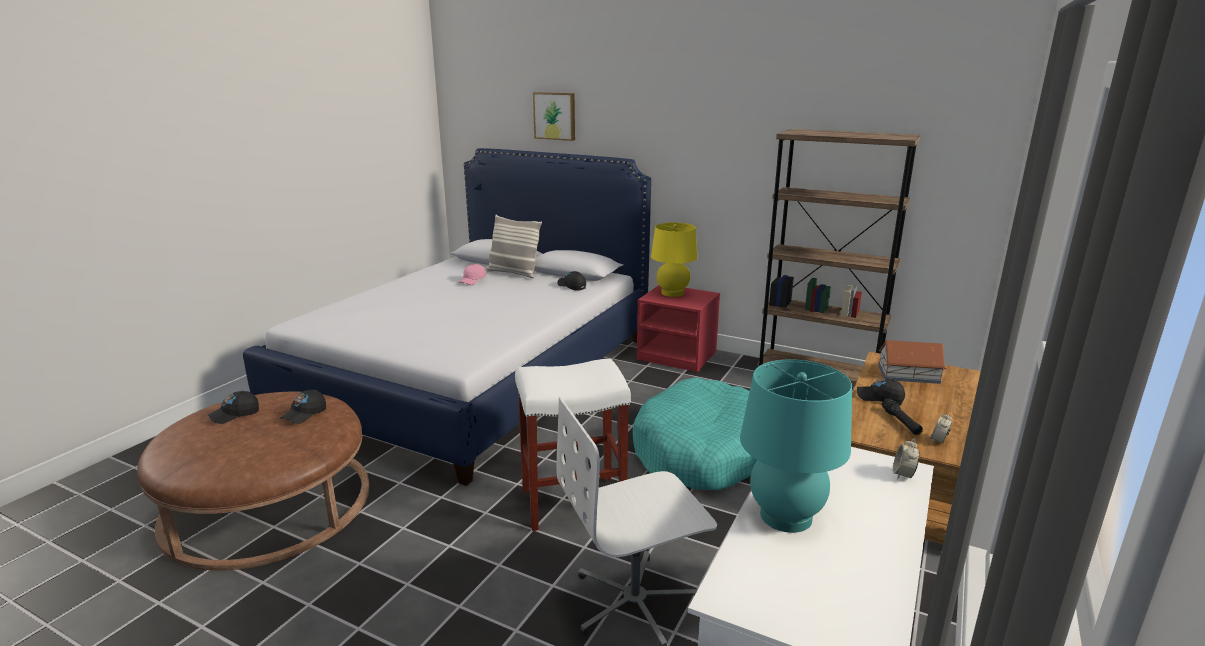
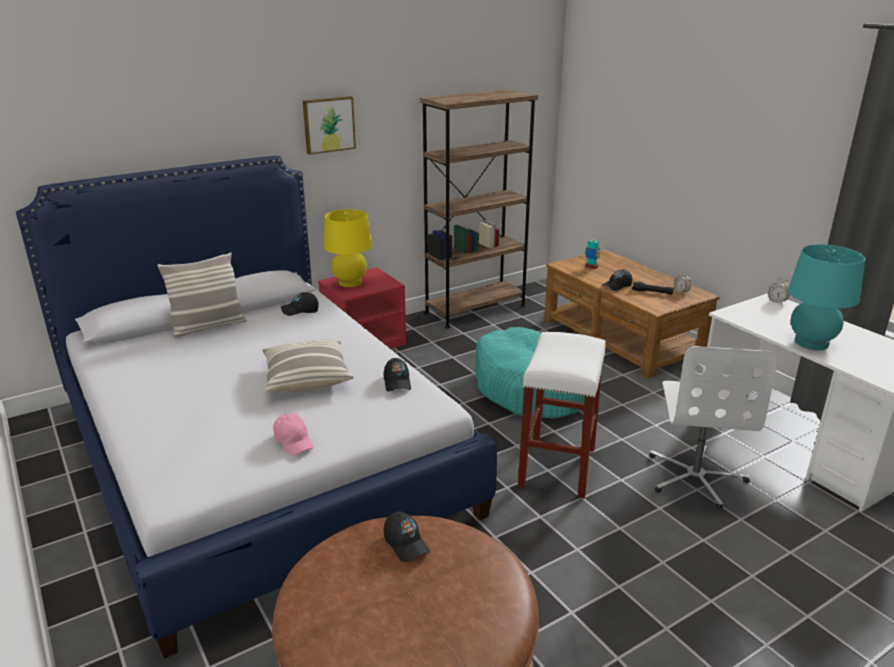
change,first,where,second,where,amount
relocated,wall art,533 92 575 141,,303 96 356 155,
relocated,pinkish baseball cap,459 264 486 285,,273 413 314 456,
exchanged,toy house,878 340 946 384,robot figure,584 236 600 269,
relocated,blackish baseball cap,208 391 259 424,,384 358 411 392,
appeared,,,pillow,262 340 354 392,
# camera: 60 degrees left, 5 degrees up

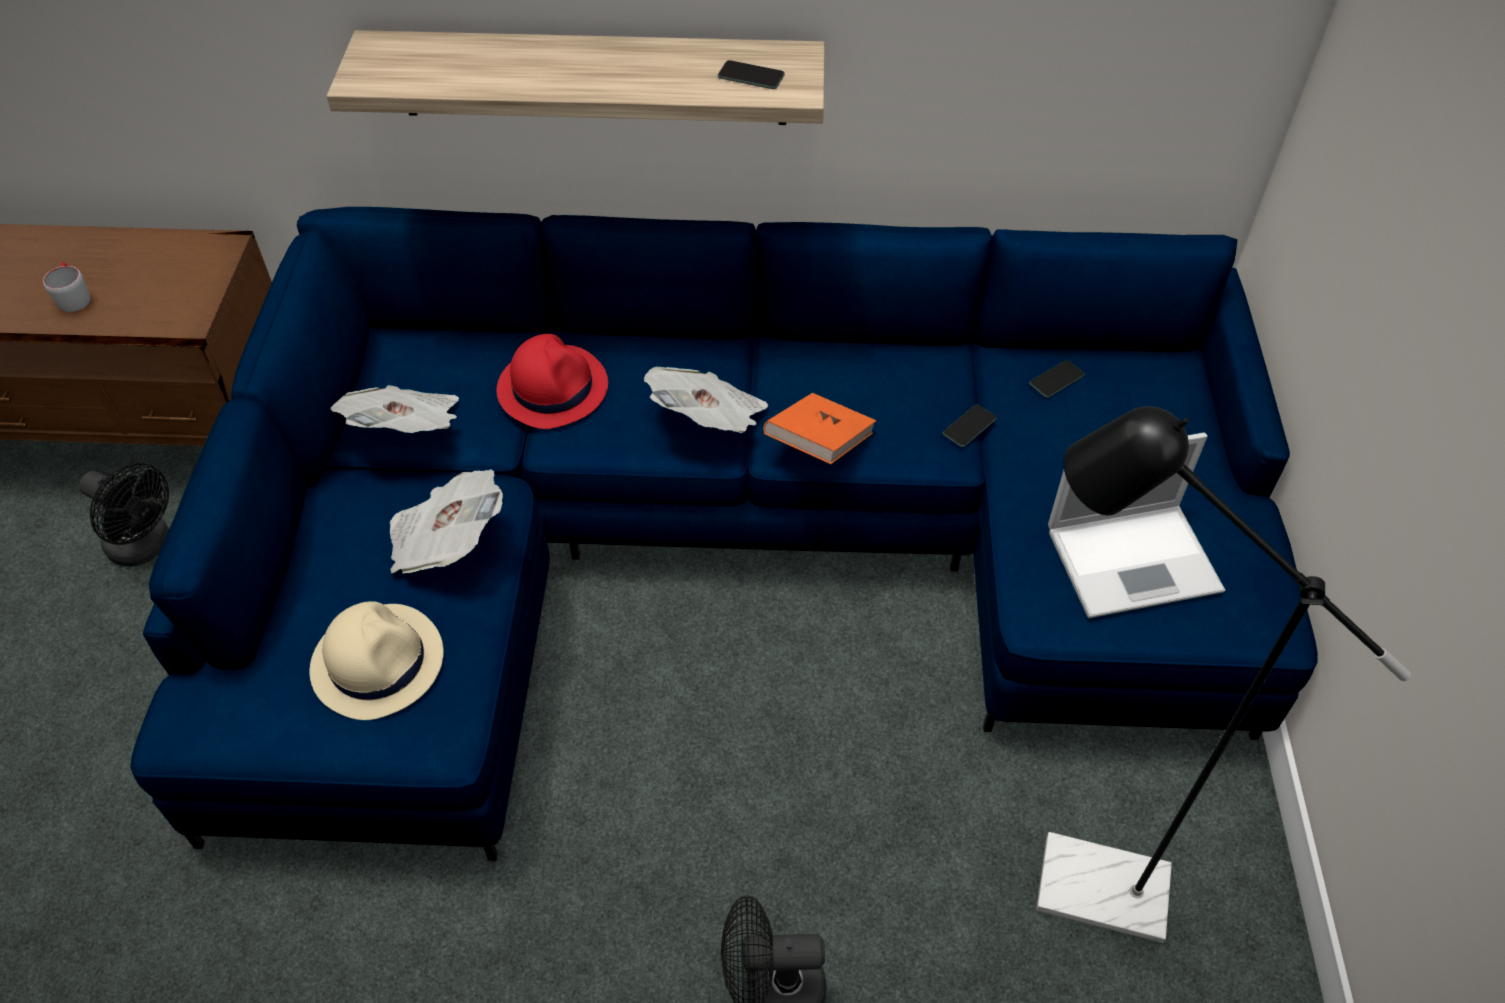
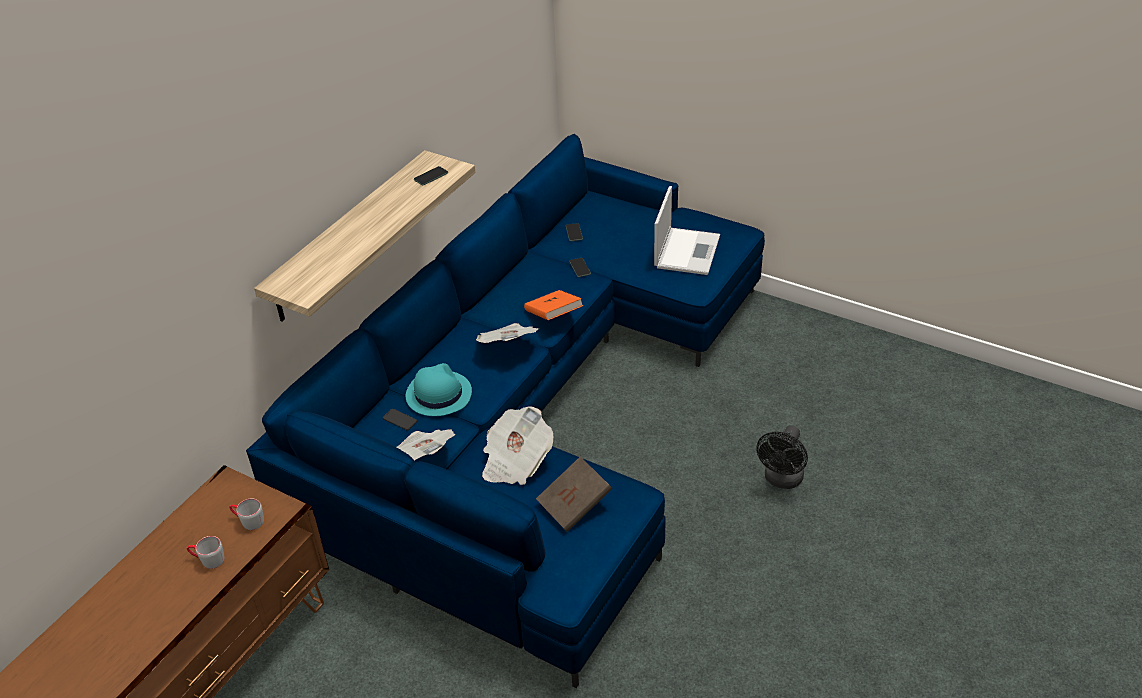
change,first,where,second,where,amount
colour,reddish wearable hat,496 334 608 429,blue-green wearable hat,405 363 472 416,
missing,blackish standing lamp,1036 406 1411 943,,,
missing,blackish electric fan,79 463 169 567,,,
exchanged,sand-coloured wearable hat,310 601 444 720,brown bound book,536 456 612 532,
appeared,,,telephone,383 409 417 430,
appeared,,,grey tea mug,229 498 264 530,
# camera: 60 degrees left, 10 degrees down

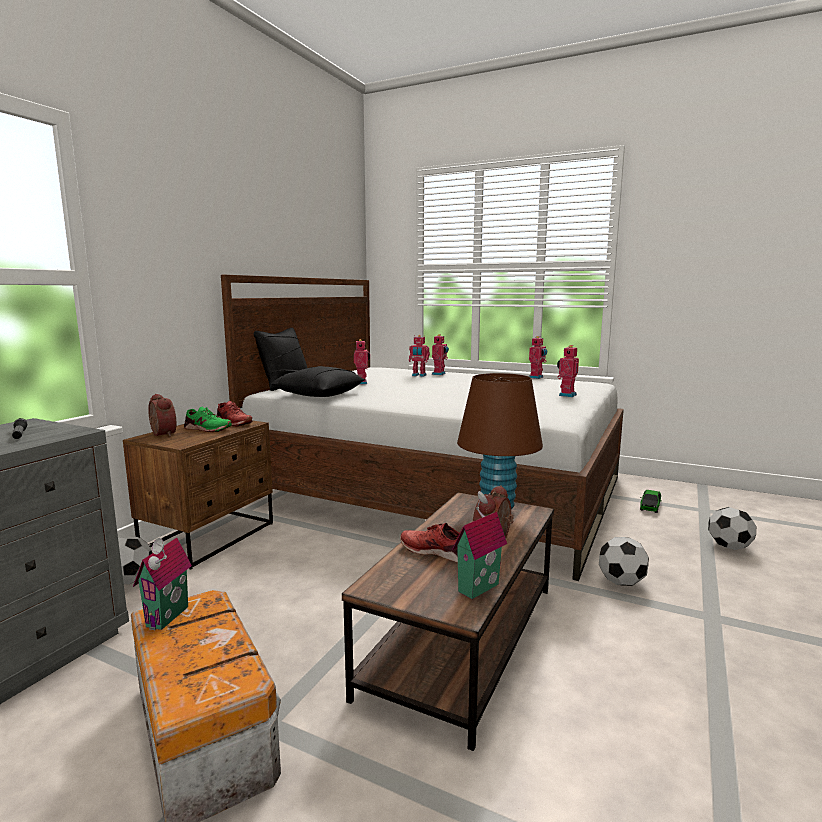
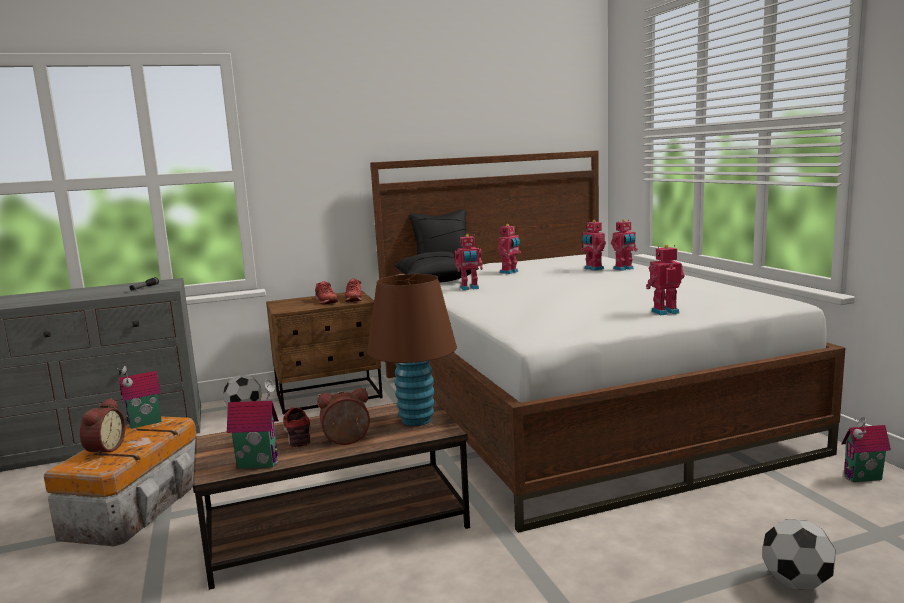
change,first,where,second,where,amount
relocated,robot figure,529 336 547 379,,454 234 483 290,
relocated,bedside clock,148 394 177 437,,80 398 126 458,
colour,greenish shoe,184 407 232 432,reddish shoe,315 281 338 305,
missing,miniature car,640 490 662 513,,,
missing,football,599 537 649 586,,,
appeared,,,toy house,841 417 891 482,
# camera: 45 degrees right, 0 degrees up

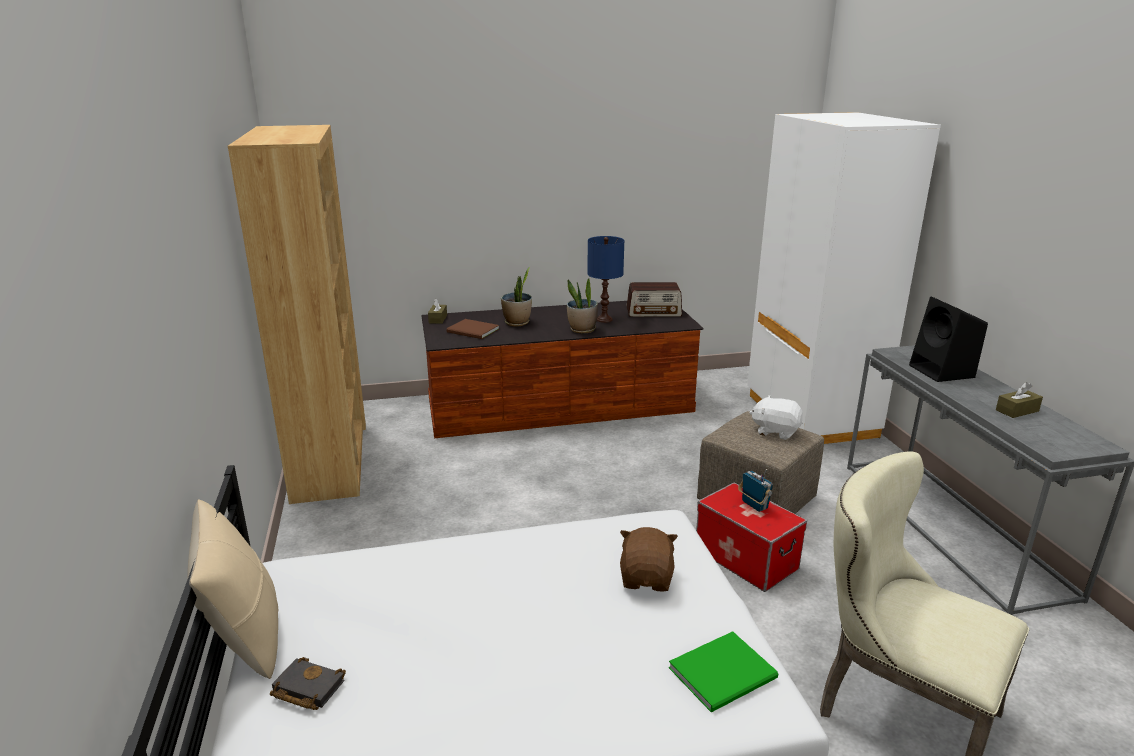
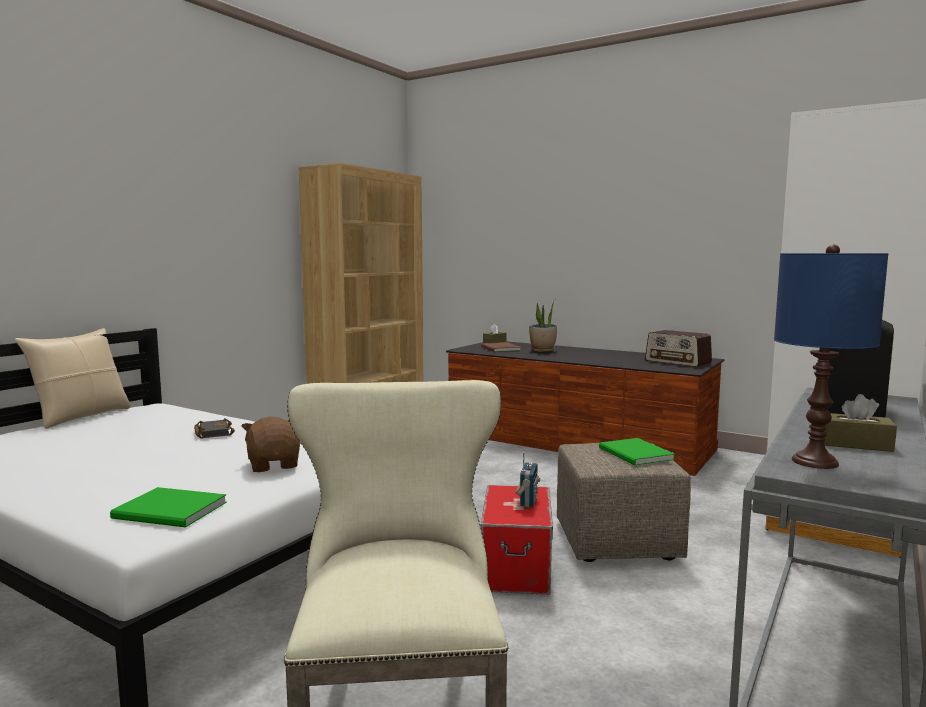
change,first,where,second,where,amount
relocated,bluish lamp for a table,587 236 624 323,,774 245 889 469,
missing,plant in a pot,567 277 598 334,,,
exchanged,whitish soft toy,749 395 803 440,greenish bound book,599 438 675 465,
spun,brown soft toy,620 527 678 591,,242 416 300 472,75 degrees counterclockwise
relocated,blackish bound book,270 657 346 710,,194 418 235 439,
# camera: 45 degrees right, 15 degrees down

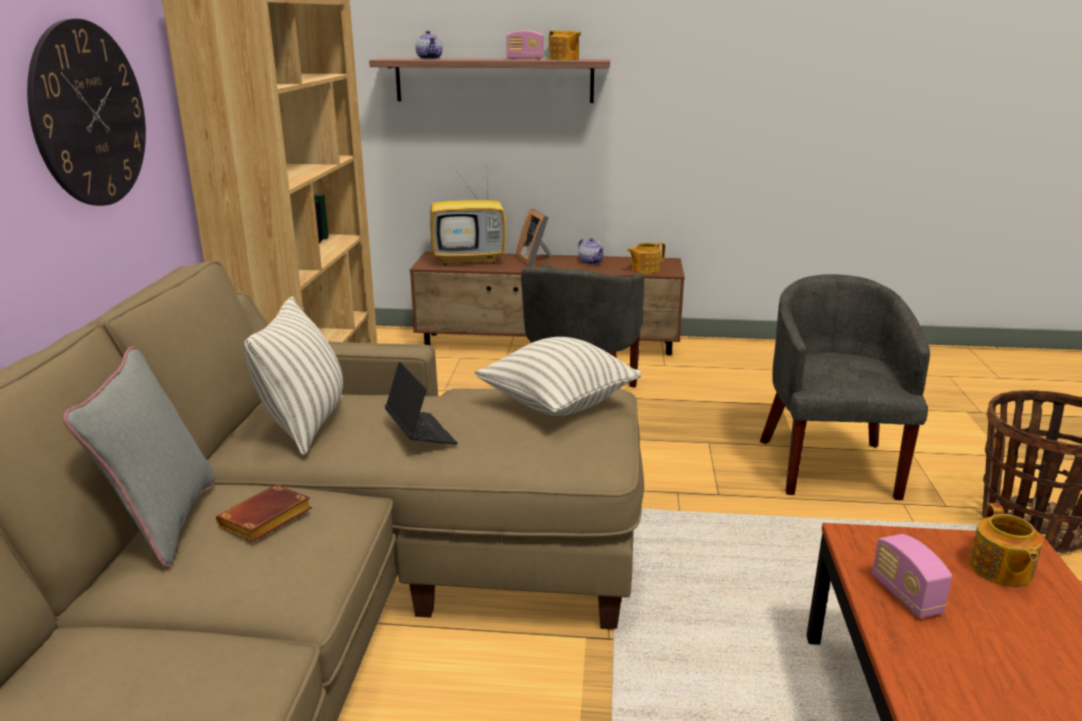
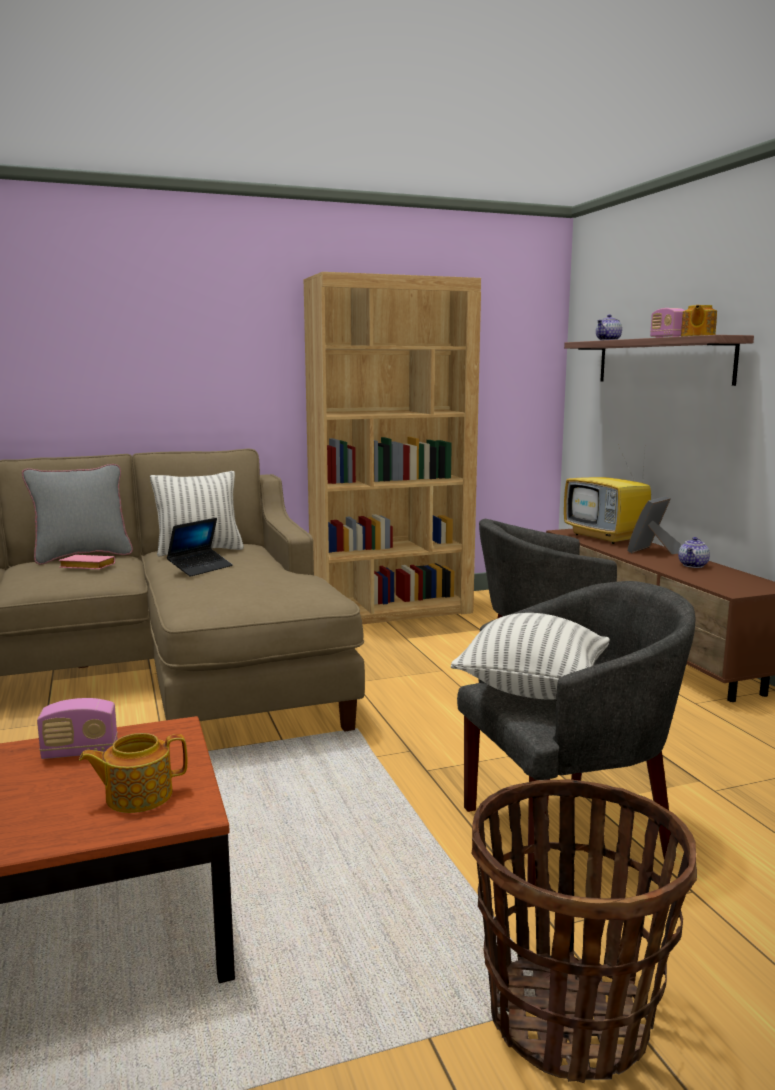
change,first,where,second,where,amount
missing,clock on the wall,27 19 146 206,,,
missing,tea pot,627 242 665 274,,,
relocated,pillow,475 337 641 416,,451 613 610 700,
colour,brown bound book,216 484 312 542,pinkish bound book,59 555 115 569,
spun,radio receiver,872 534 952 619,,37 698 118 759,150 degrees counterclockwise
# camera: 65 degrees right, 10 degrees down

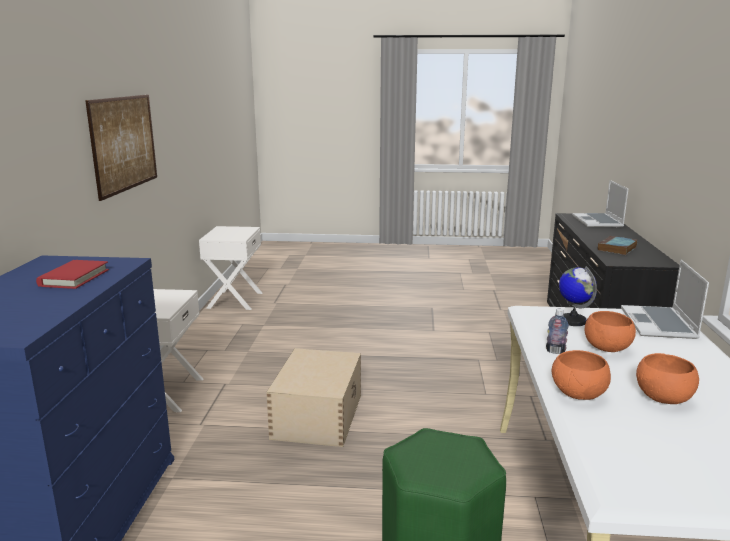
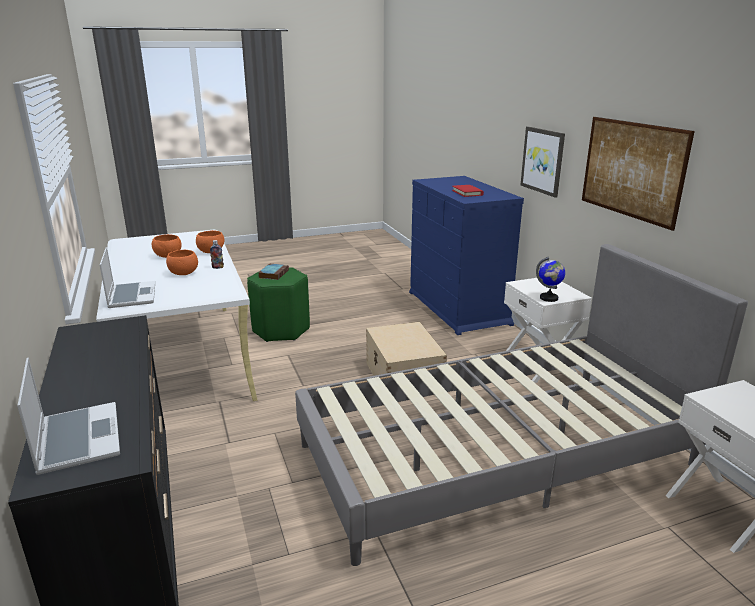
change,first,where,second,where,amount
relocated,bound book,598 236 637 255,,258 264 289 280,
relocated,world globe,559 266 597 326,,536 257 565 302,
appeared,,,wall art,521 126 565 198,
appeared,,,grey bedroom bed,295 244 748 566,
# camera: 155 degrees right, 5 degrees up

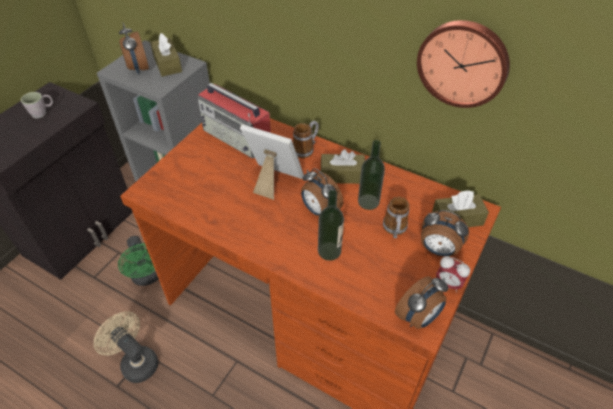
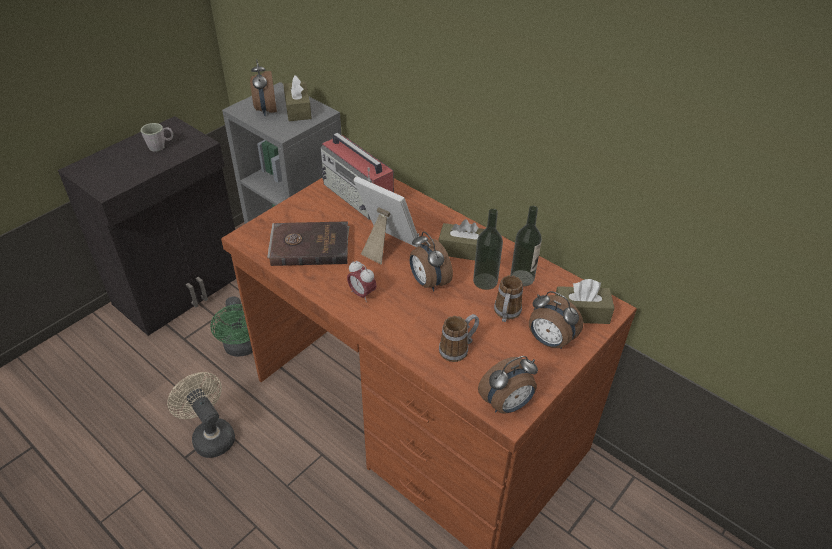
change,first,where,second,where,amount
missing,clock on the wall,417 20 510 108,,,
relocated,tea mug,293 121 319 158,,439 314 479 362,
relocated,bottle,318 190 344 261,,510 206 542 286,
relocated,bedside clock,436 256 470 293,,347 261 377 302,
appeared,,,brown bound book,267 221 349 266,
# camera: 10 degrees right, 5 degrees down

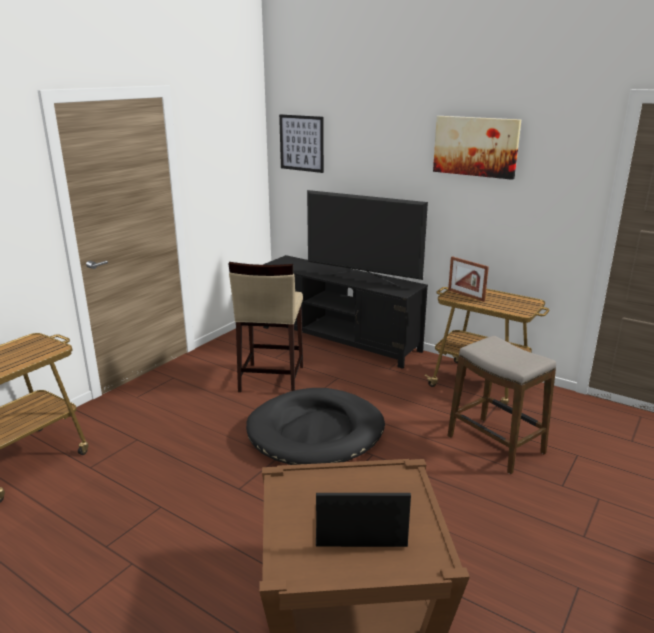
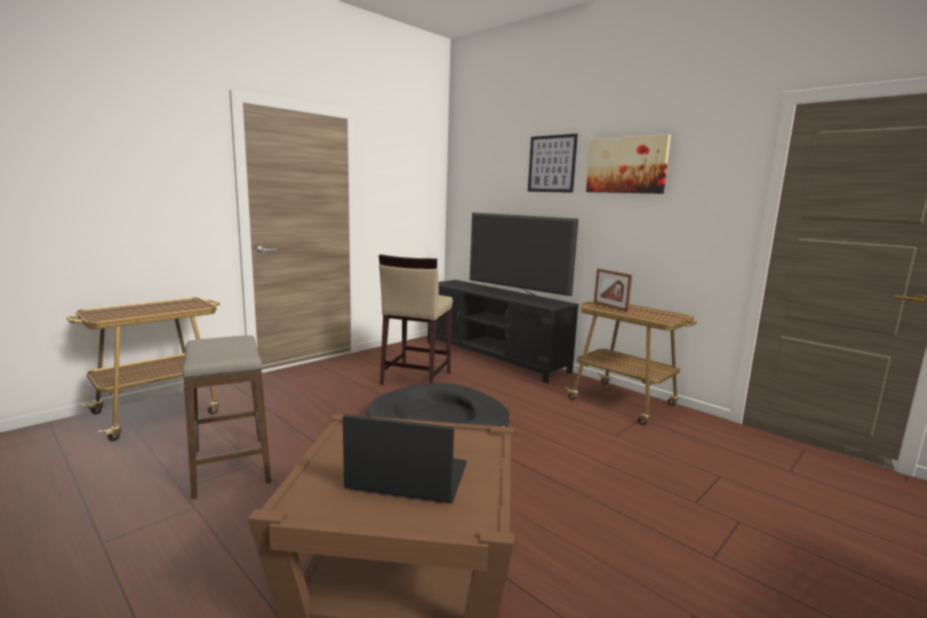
change,first,where,second,where,amount
relocated,wall art,279 114 324 173,,528 134 578 193,
relocated,sitting stool,447 336 556 474,,182 335 271 499,
# camera: 10 degrees right, 10 degrees down

